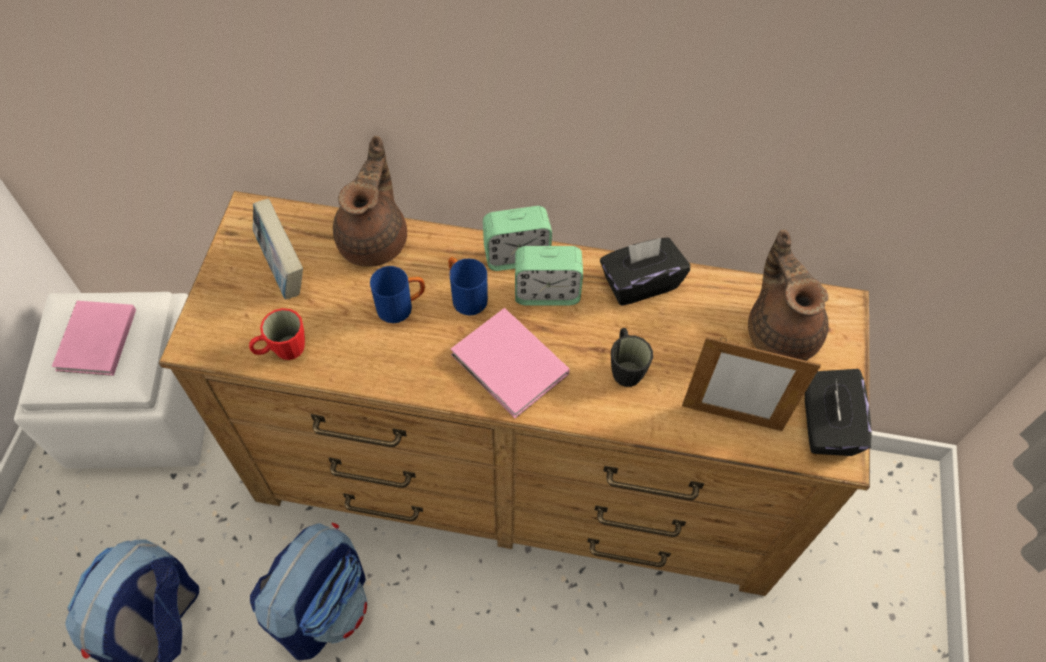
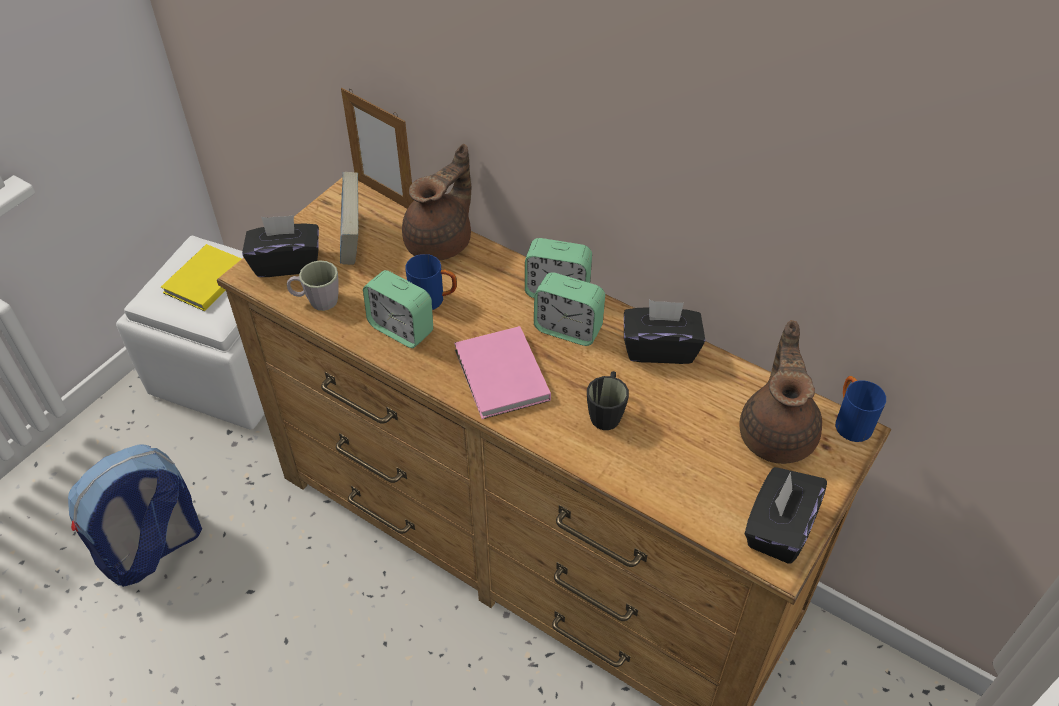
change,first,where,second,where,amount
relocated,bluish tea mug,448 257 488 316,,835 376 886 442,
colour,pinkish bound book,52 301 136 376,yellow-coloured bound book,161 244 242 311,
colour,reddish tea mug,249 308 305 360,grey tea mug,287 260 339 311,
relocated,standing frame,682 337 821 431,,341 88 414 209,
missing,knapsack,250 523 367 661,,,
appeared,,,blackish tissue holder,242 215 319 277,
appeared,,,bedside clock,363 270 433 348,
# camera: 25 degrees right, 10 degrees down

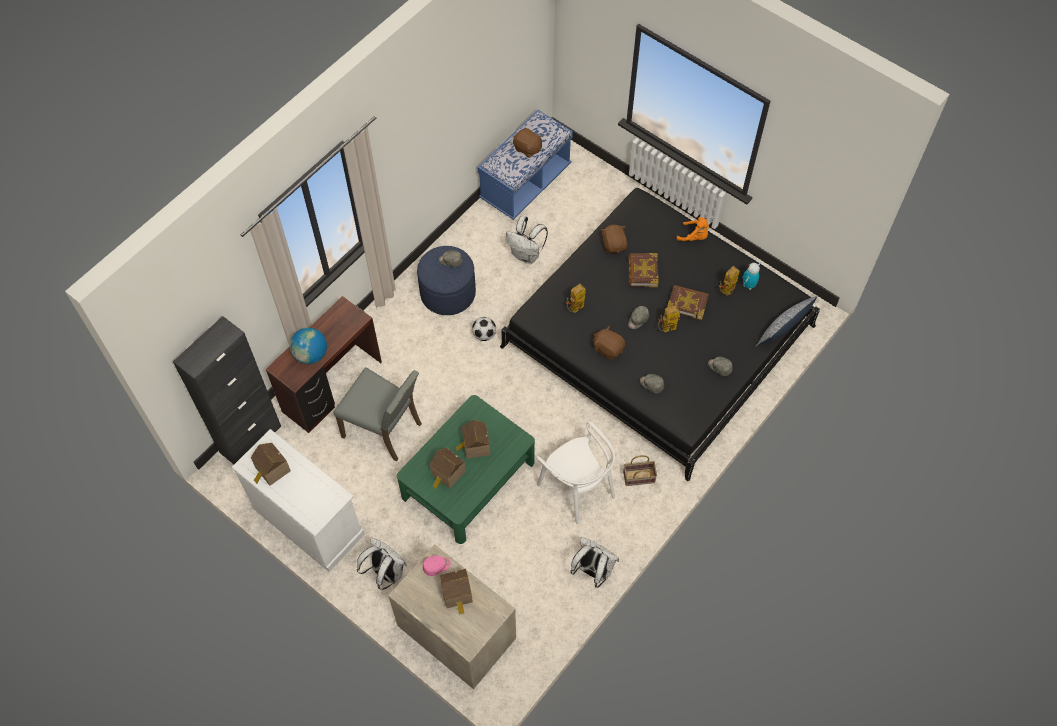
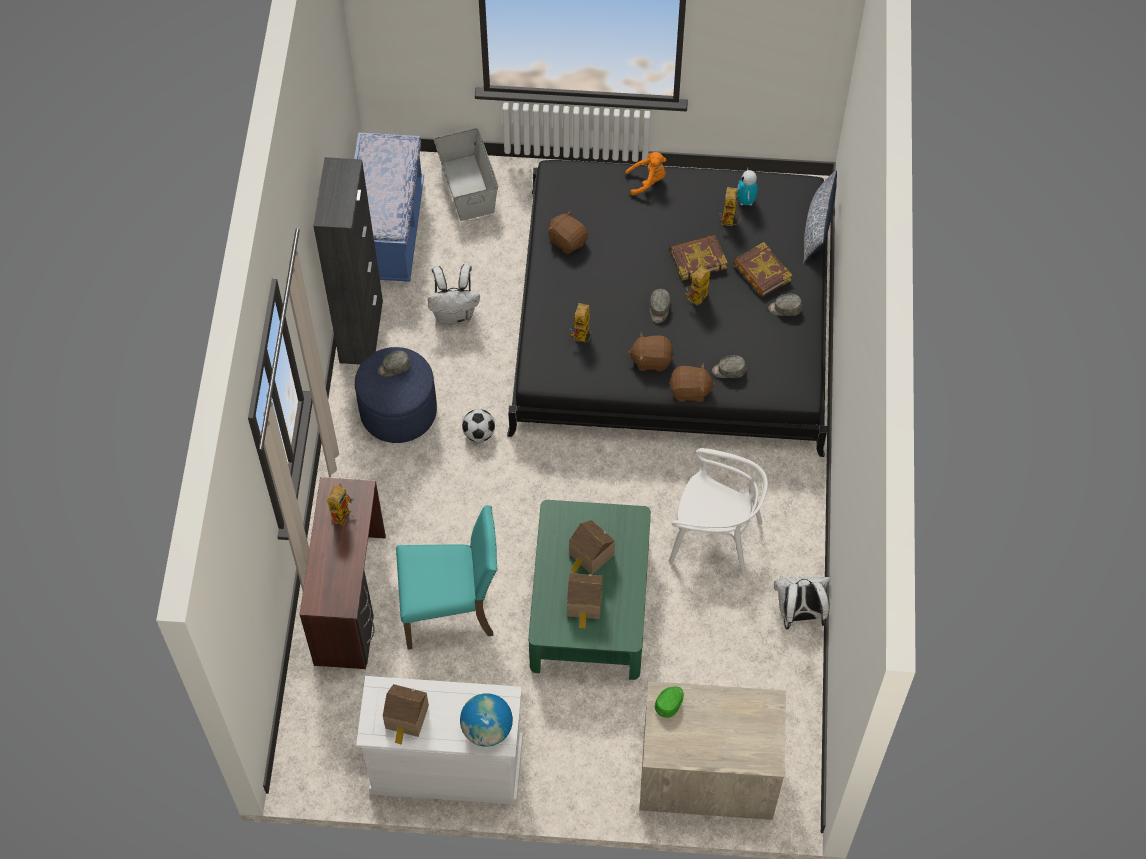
change,first,where,second,where,amount
relocated,brown soft toy,513 128 542 158,,669 363 716 402,
relocated,bound book,628 253 659 287,,733 242 792 297,
relocated,blackish storage cabinet,173 316 281 464,,313 157 383 365,
relocated,world globe,290 328 327 364,,460 693 513 747,
colour,grey upright chair,333 368 422 461,blue-green upright chair,396 505 498 650,
missing,storage basket,623 455 657 486,,,
missing,whitish knapsack,357 538 407 590,,,
colour,pinkish baseball cap,423 555 451 576,greenish baseball cap,655 686 684 718,
missing,toy house,440 569 473 615,,,
appeared,,,grey storage container,434 128 498 221,
appeared,,,robot figure,327 483 354 526,
# camera: 35 degrees left, 0 degrees up

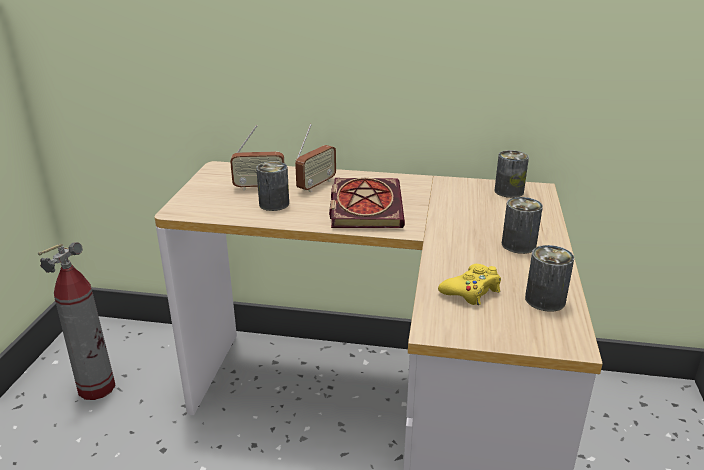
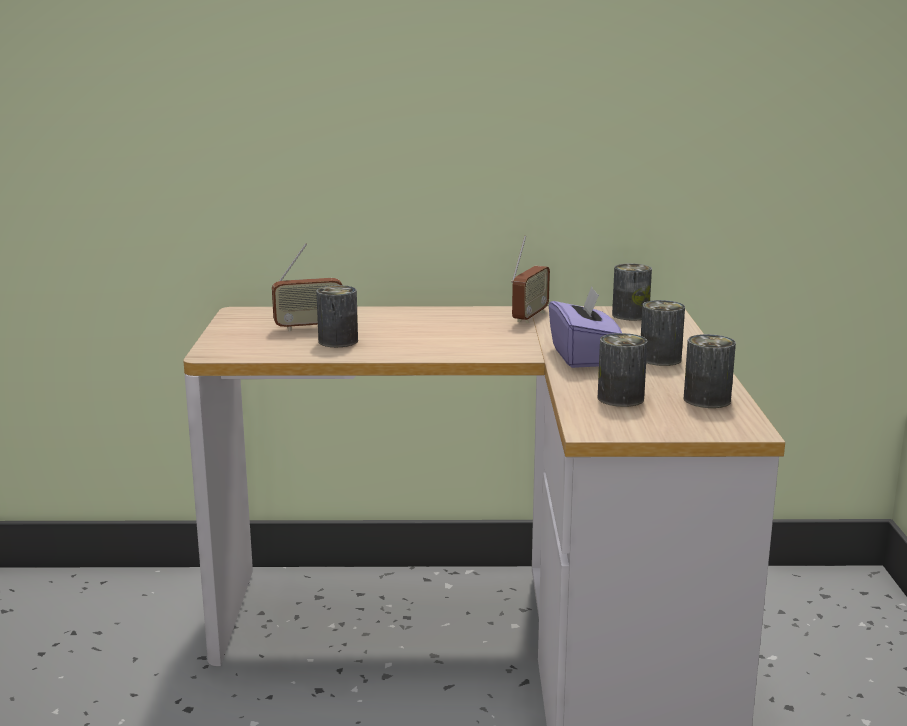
change,first,where,second,where,amount
relocated,radio receiver,295 124 336 192,,511 236 550 323,
missing,bound book,329 178 405 228,,,
missing,fire extinguisher,38 242 115 400,,,
exchanged,yellow-coloured game controller,438 264 501 305,can,598 333 647 407,
appeared,,,purple-coloured tissue holder,549 286 622 368,
# camera: 10 degrees left, 10 degrees down

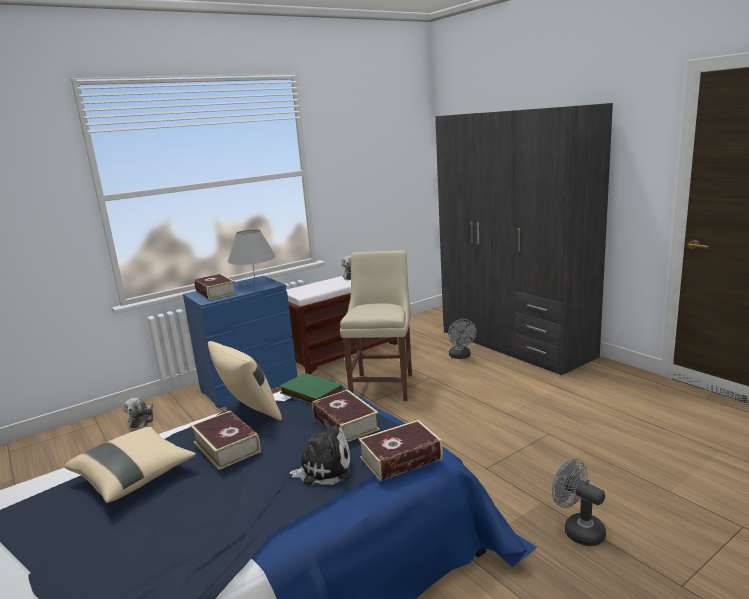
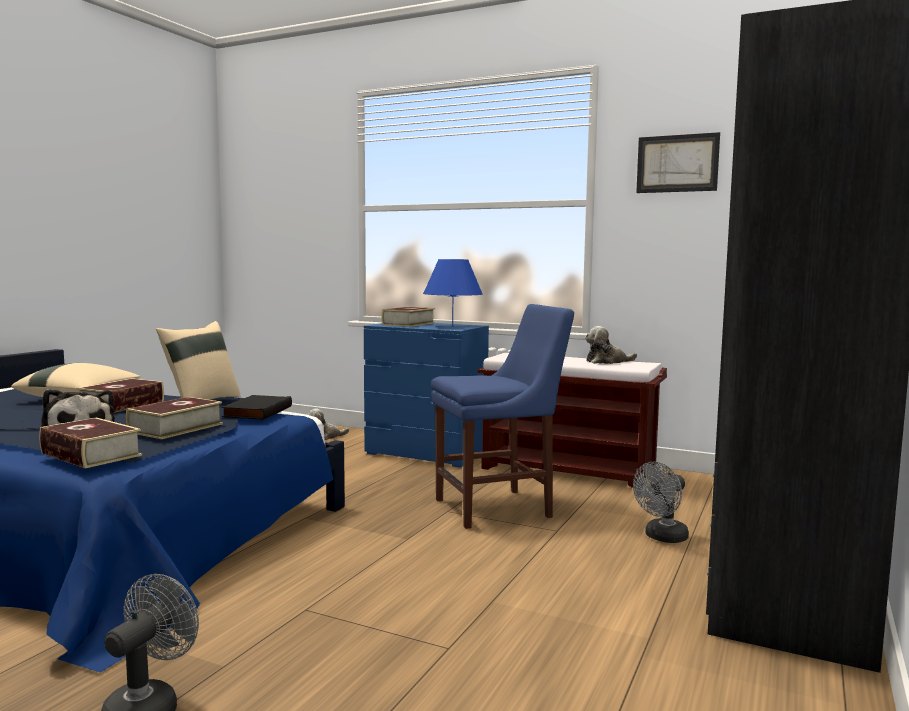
change,first,where,second,where,amount
colour,grey lamp for a table,228 229 276 284,bluish lamp for a table,423 259 483 327,
colour,sand-coloured upright chair,340 250 412 401,bluish upright chair,431 304 574 529,
colour,greenish bound book,279 373 343 405,blackish bound book,222 395 292 420,
appeared,,,wall art,636 132 720 193,
# camera: 60 degrees right, 10 degrees down

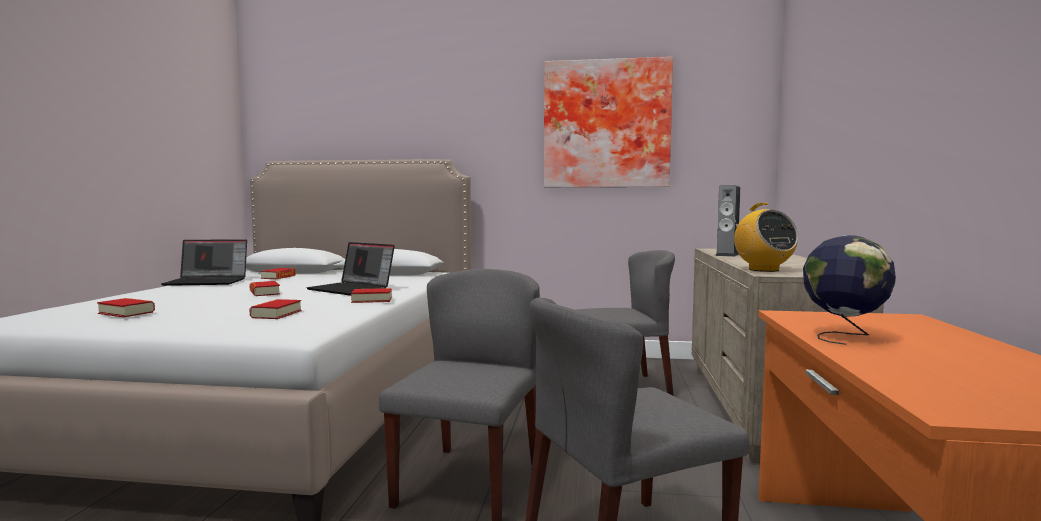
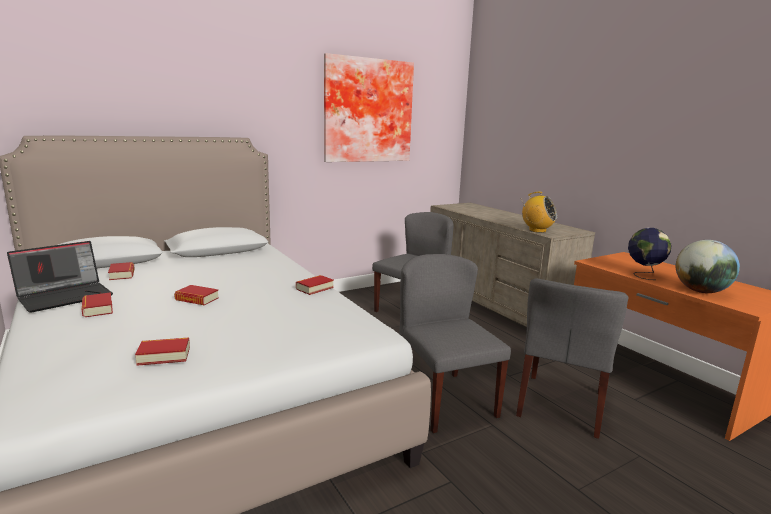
change,first,where,second,where,amount
missing,audio speaker,715 185 740 257,,,
missing,notebook computer,306 242 395 296,,,
relocated,bound book,249 299 302 319,,82 292 113 317,
appeared,,,world globe,676 240 740 293,
# camera: 40 degrees left, 10 degrees up

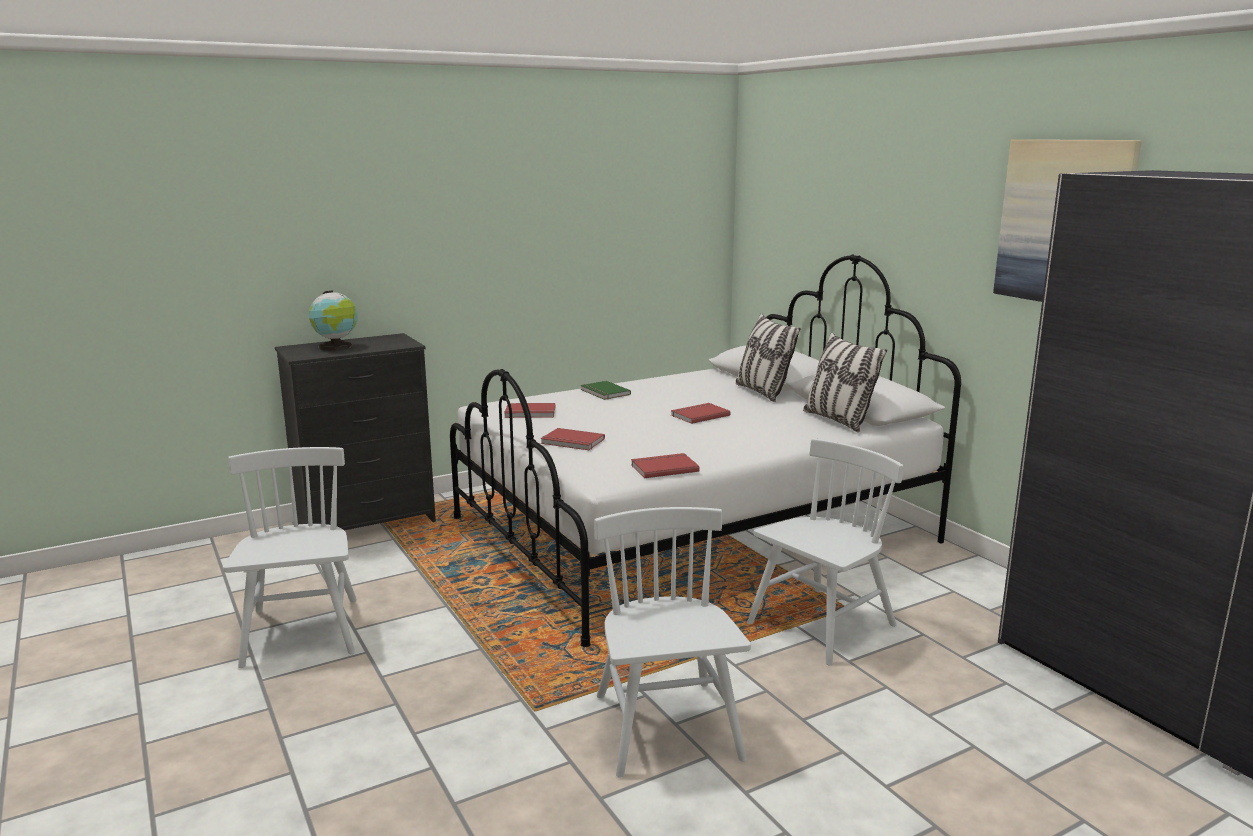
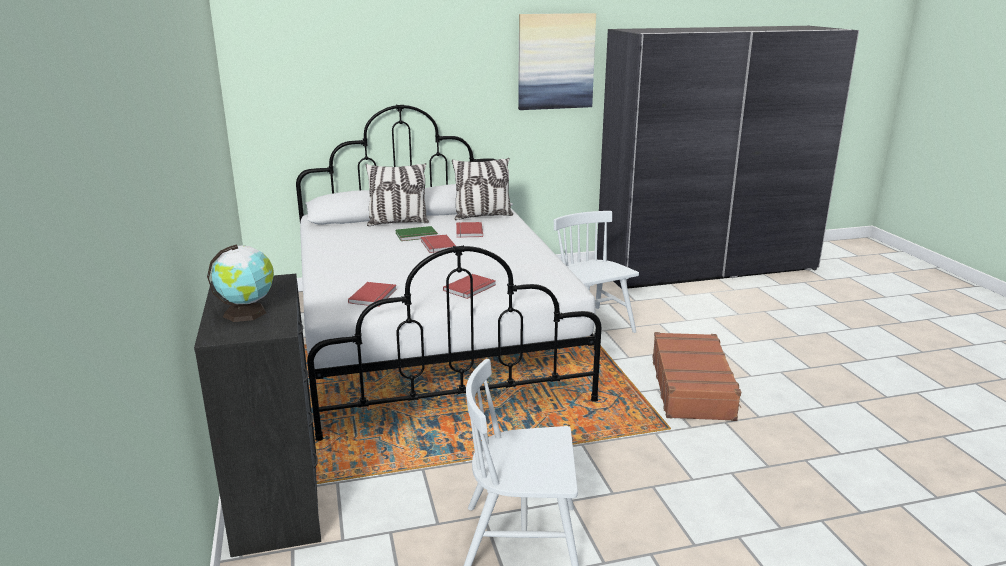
change,first,where,second,where,amount
relocated,greenish bound book,580 381 631 400,,396 226 438 241,
relocated,reddish bound book,631 453 699 478,,456 222 483 238,
exchanged,whitish upright chair,594 507 751 778,brown piece of luggage,652 332 741 421,
# camera: 75 degrees left, 5 degrees up

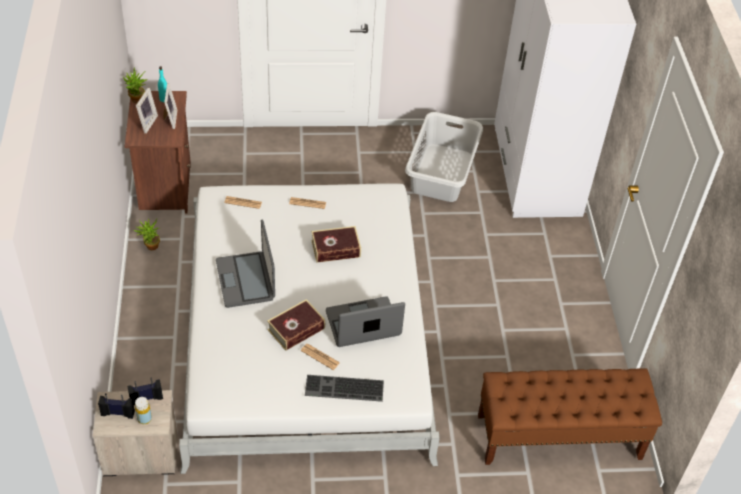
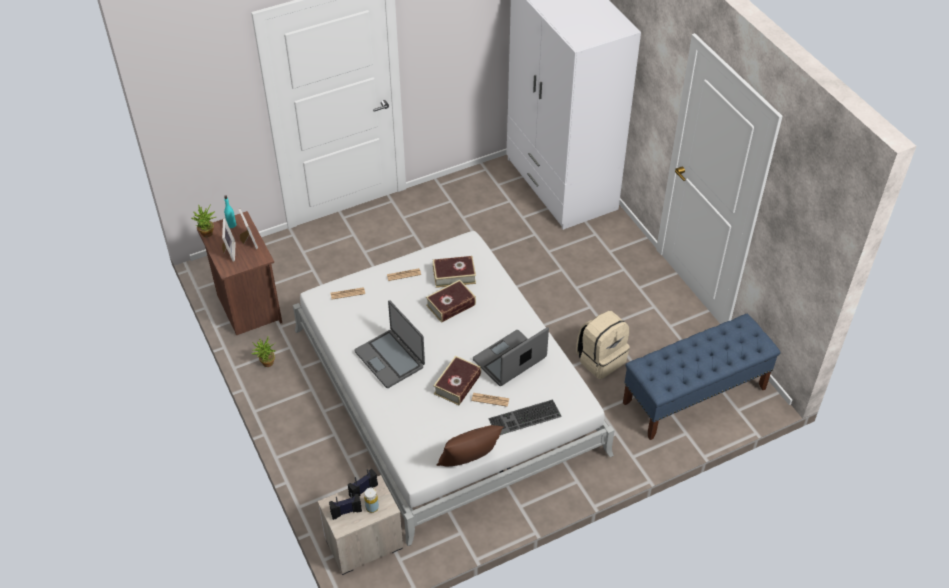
change,first,where,second,where,amount
missing,grey hamper,405 112 483 202,,,
colour,brown indoor bench,478 368 662 465,bluish indoor bench,623 314 781 440,
appeared,,,bound book,433 256 476 288,
appeared,,,sand-coloured knapsack,576 311 630 379,
appeared,,,brown pillow,437 425 504 466,
# camera: 20 degrees left, 0 degrees up

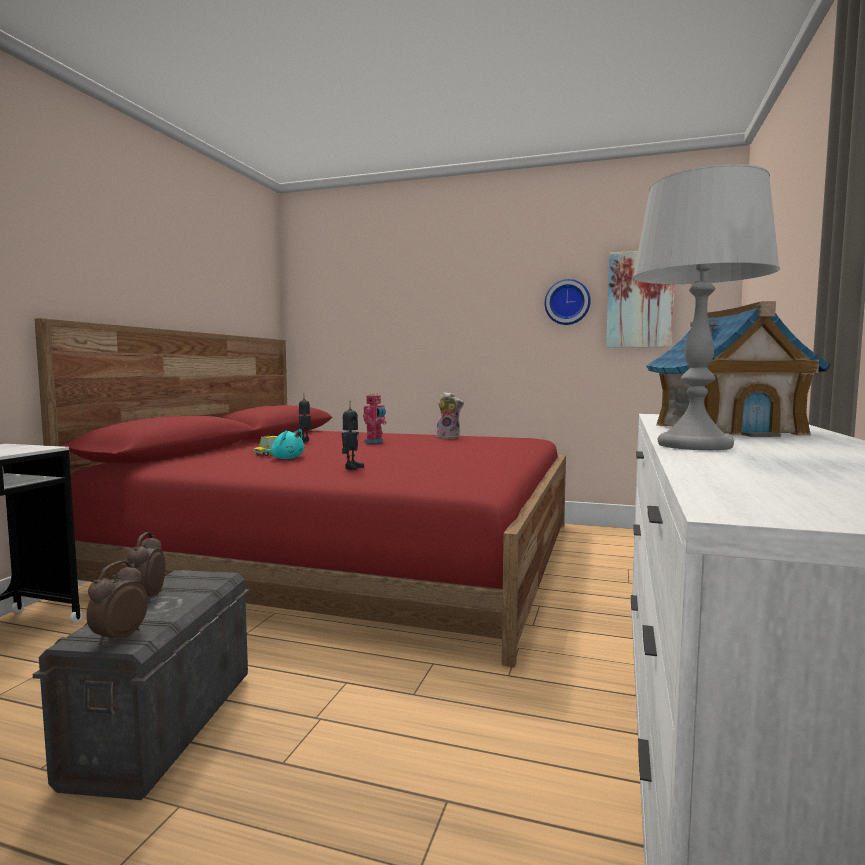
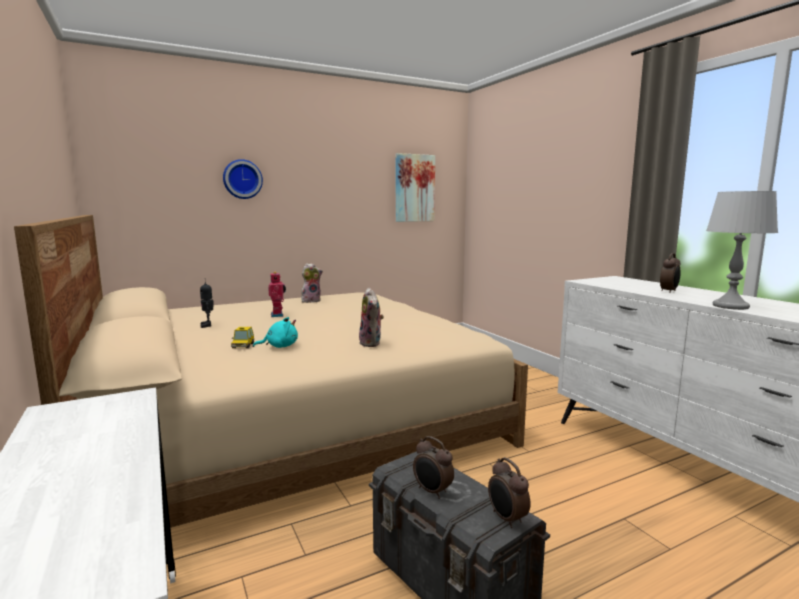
change,first,where,second,where,amount
relocated,clock on the wall,545 279 591 325,,223 159 263 199,
exchanged,toy house,646 301 831 437,bedside clock,660 253 681 293,
colour,reddish bedroom bed,35 318 566 667,sand-coloured bedroom bed,14 215 528 527,
exchanged,robot figure,342 401 364 470,soft toy,359 288 384 347,
# camera: 45 degrees left, 5 degrees up

